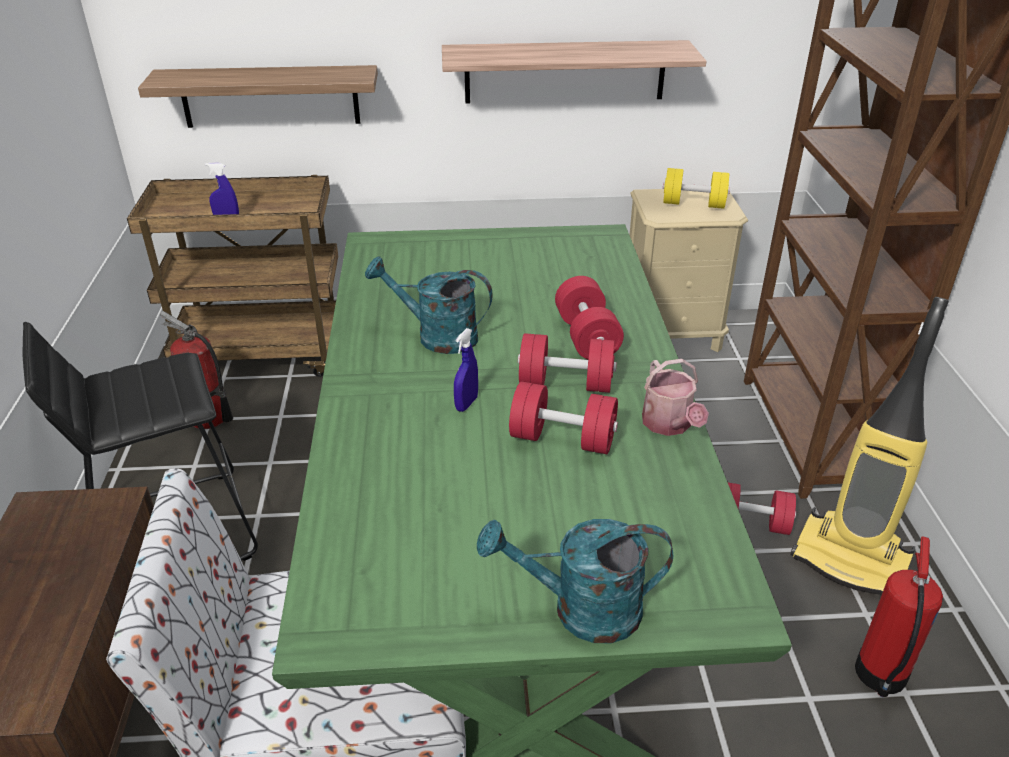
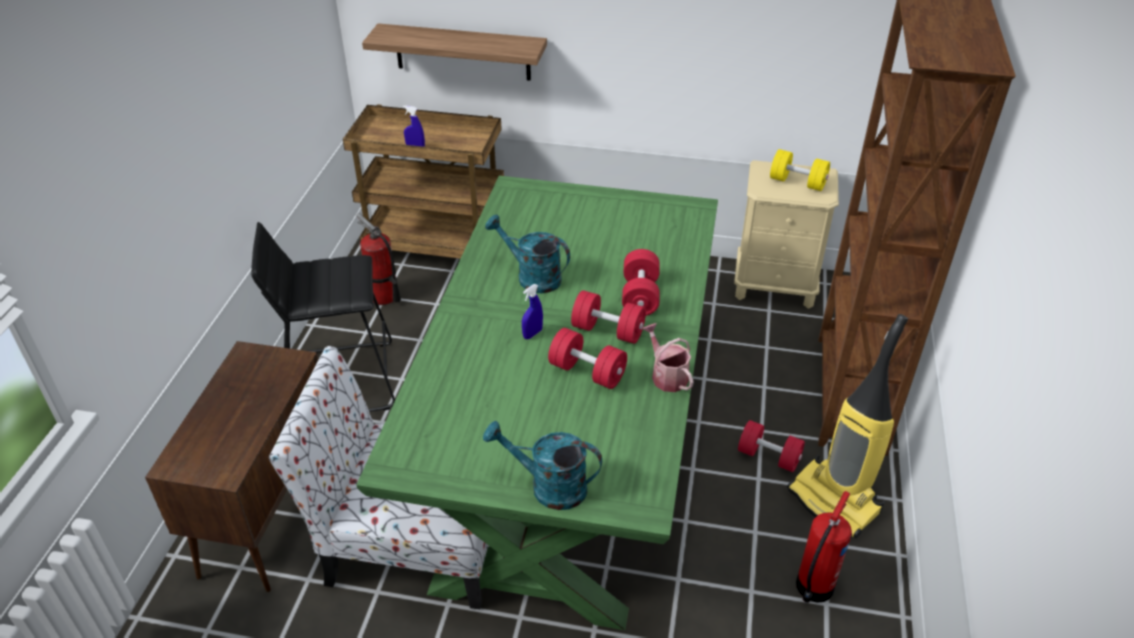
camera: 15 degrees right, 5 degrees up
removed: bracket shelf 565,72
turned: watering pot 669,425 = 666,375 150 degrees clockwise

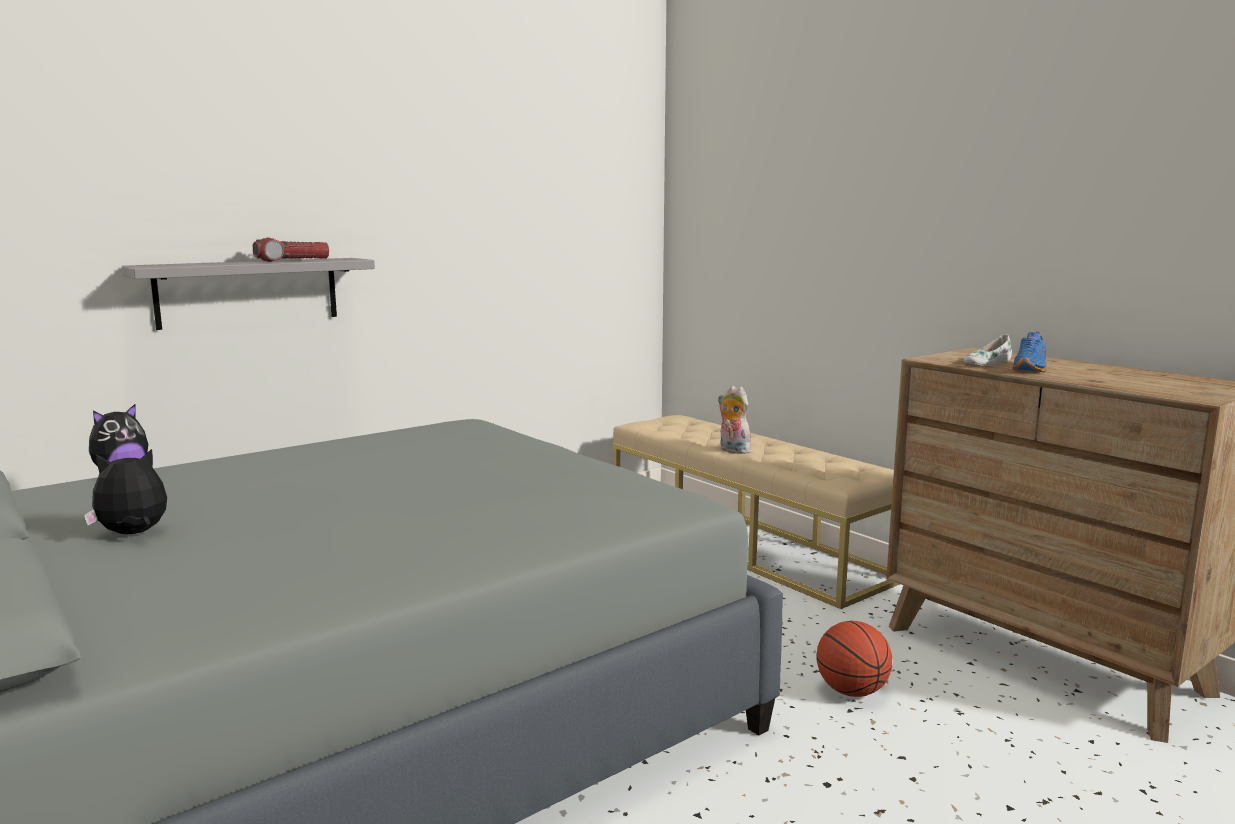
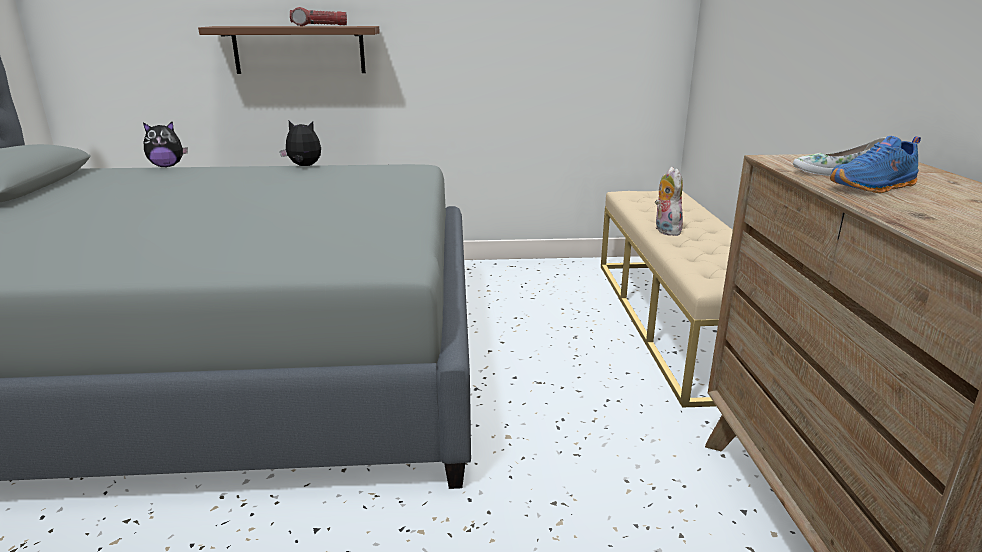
camera: 35 degrees right, 10 degrees up
removed: basketball 851,691
moved: cuddly toy 133,534 to 304,166
recoloured: greyish bracket shelf 248,292 to brownish bracket shelf 299,50

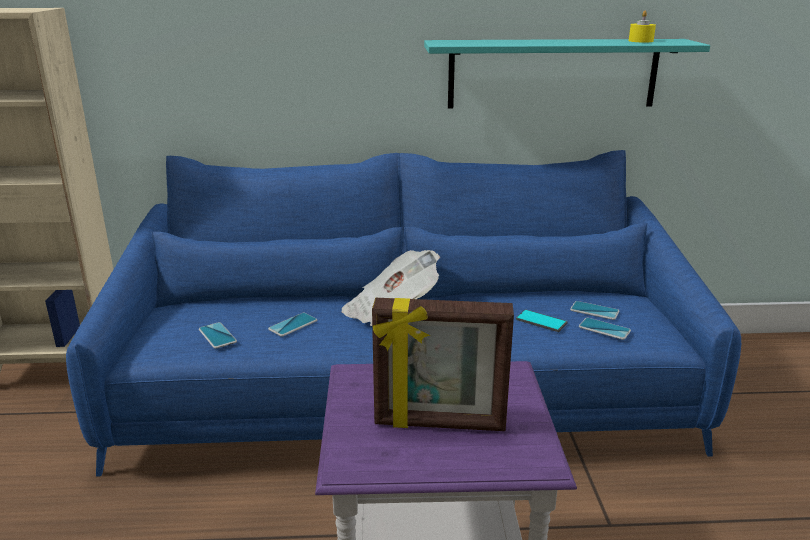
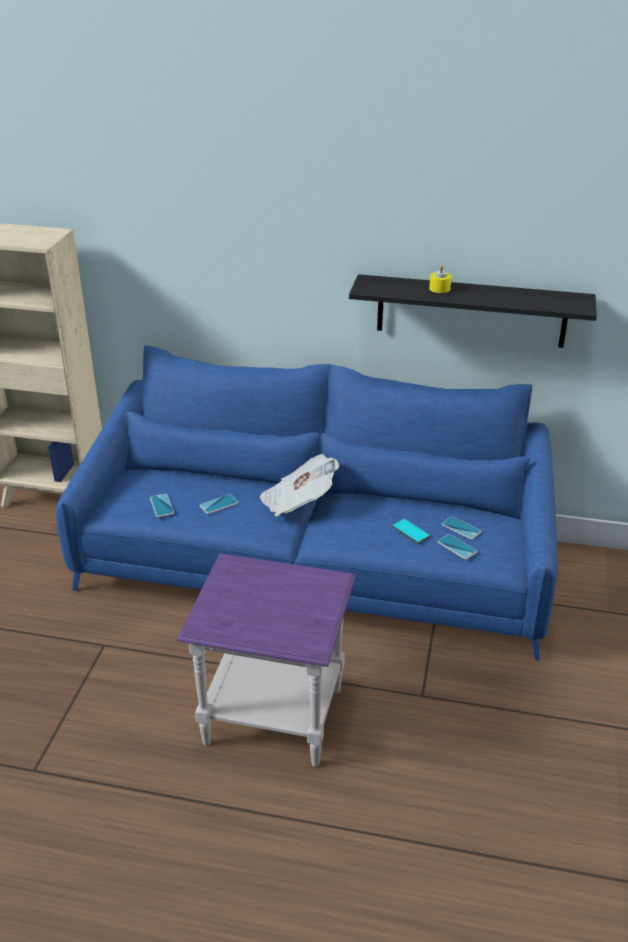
camera: 15 degrees right, 10 degrees up
removed: standing frame 439,424
moved: yellowish candle 640,41 to 439,288
recoloured: blue-green bracket shelf 552,73 to black-coloured bracket shelf 471,311

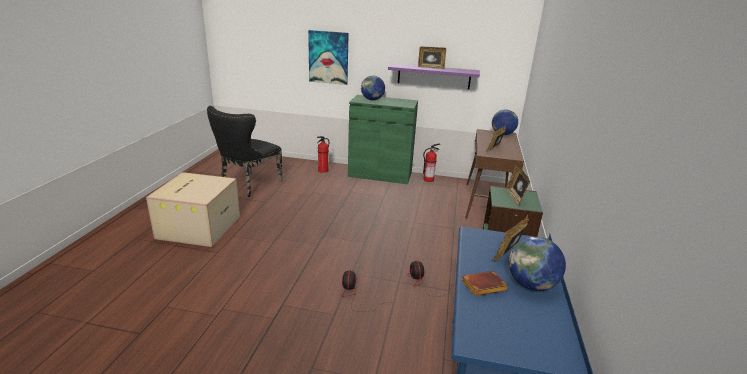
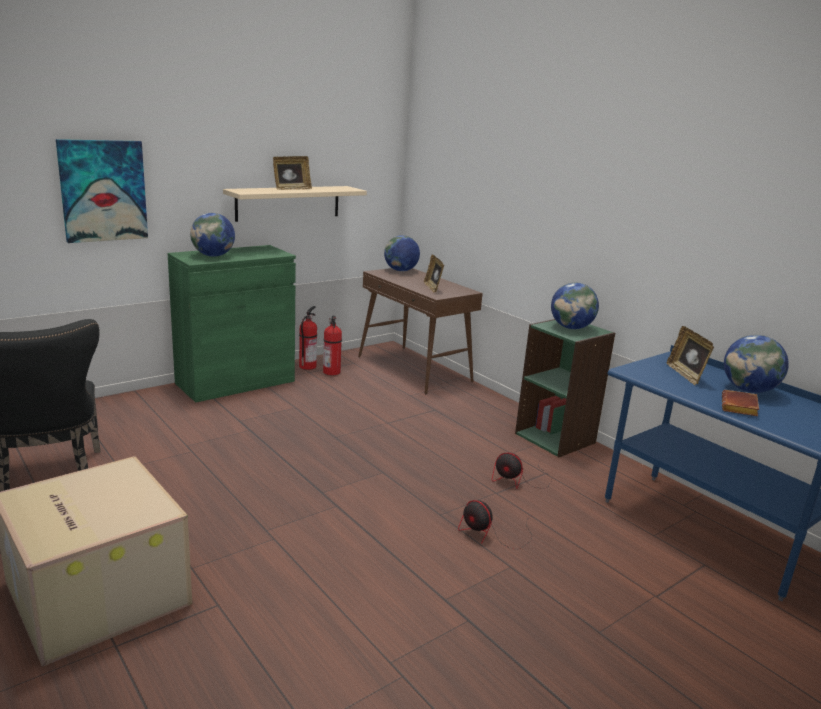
camera: 50 degrees left, 5 degrees down
moved: extinguisher 323,170 to 332,372
replaced: standing frame 515,197 to desk globe 571,328
recoloured: purplish bracket shelf 434,76 to beige bracket shelf 288,203

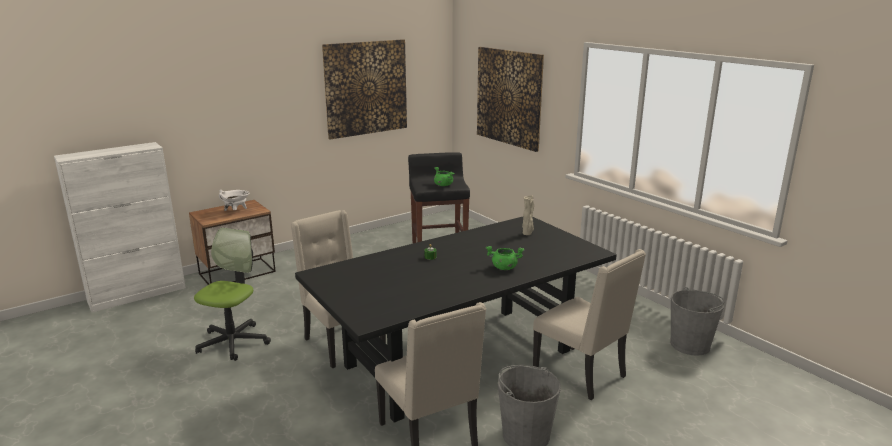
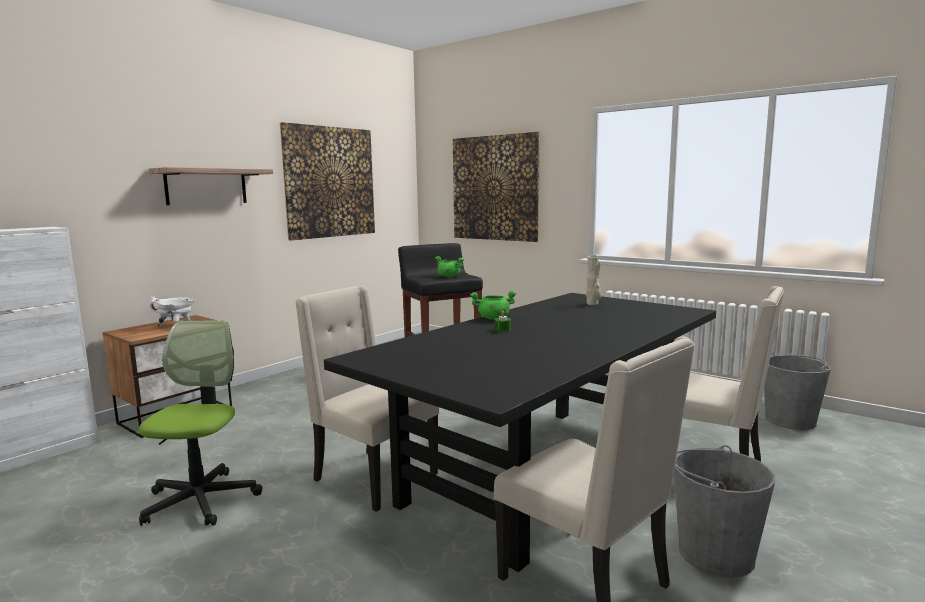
camera: 15 degrees left, 10 degrees down
added: bracket shelf 206,186
moved: green saucepot 504,268 to 493,318

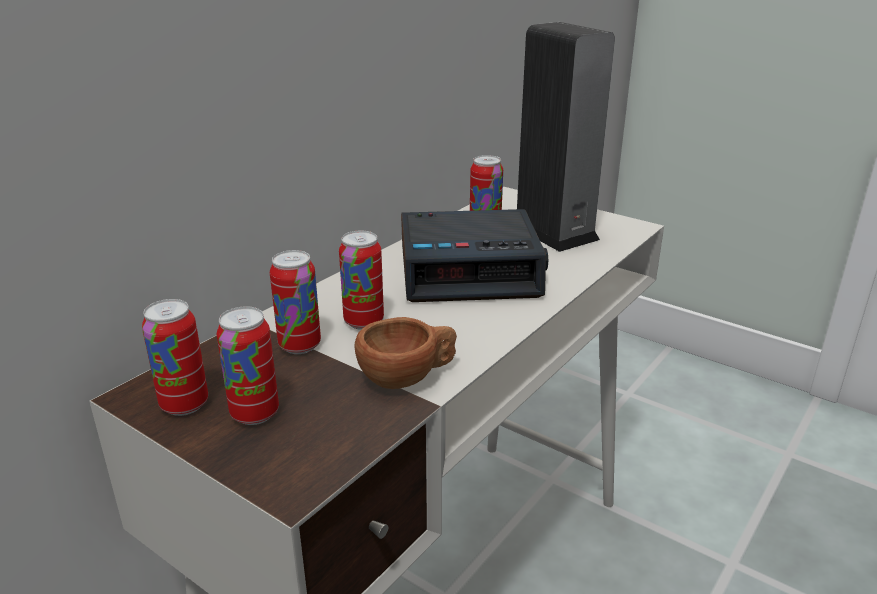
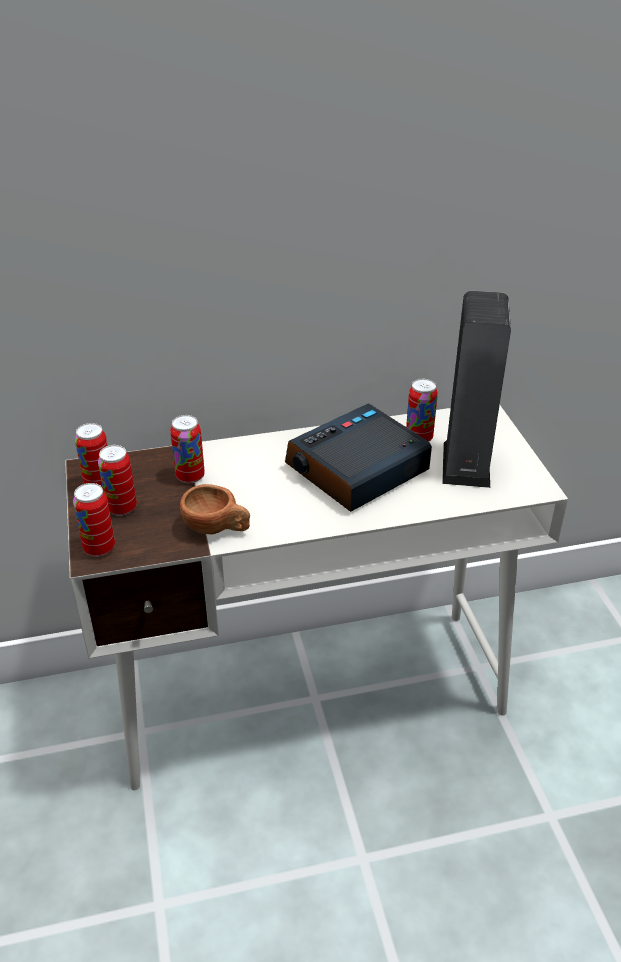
camera: 40 degrees right, 10 degrees up
moved: sealed can 364,322 to 99,548
turned: alarm clock 470,270 = 356,470 105 degrees clockwise

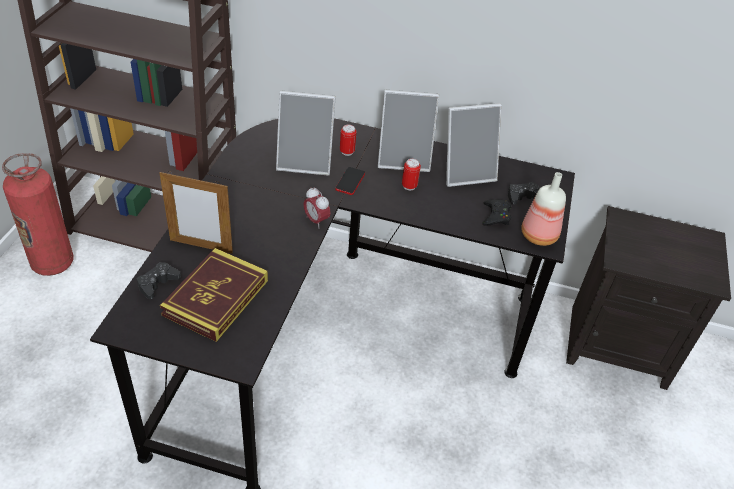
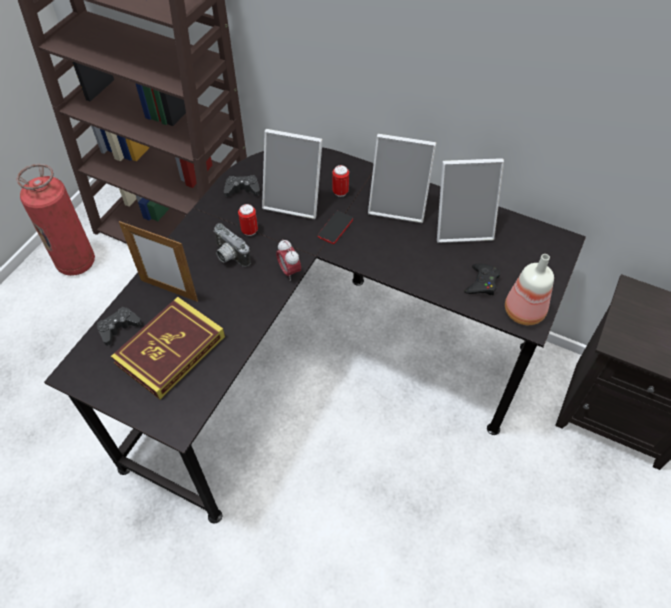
camera: 15 degrees right, 10 degrees up
added: still camera 229,256
moved: sealed can 409,186 to 249,231; black-coloured gamepad 523,197 to 242,189

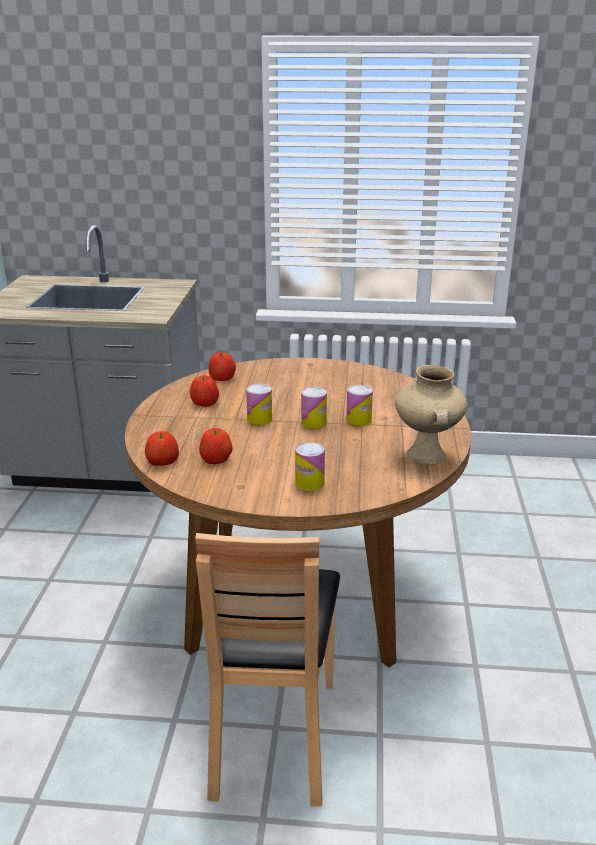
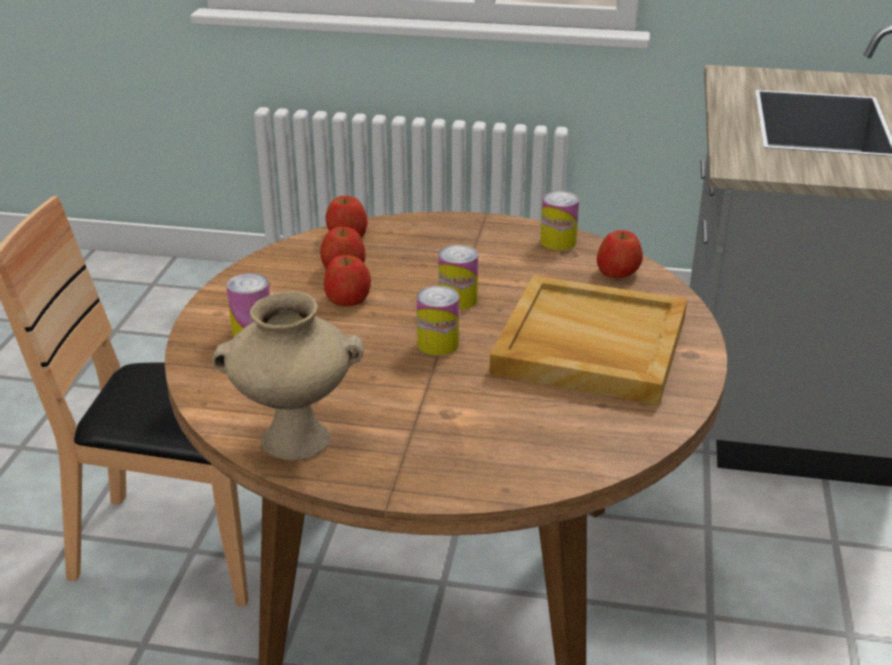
camera: 95 degrees right, 5 degrees up
added: beige serving tray 588,345
moved: apple fruit 205,402 to 347,298; sealed can 358,420 to 558,242

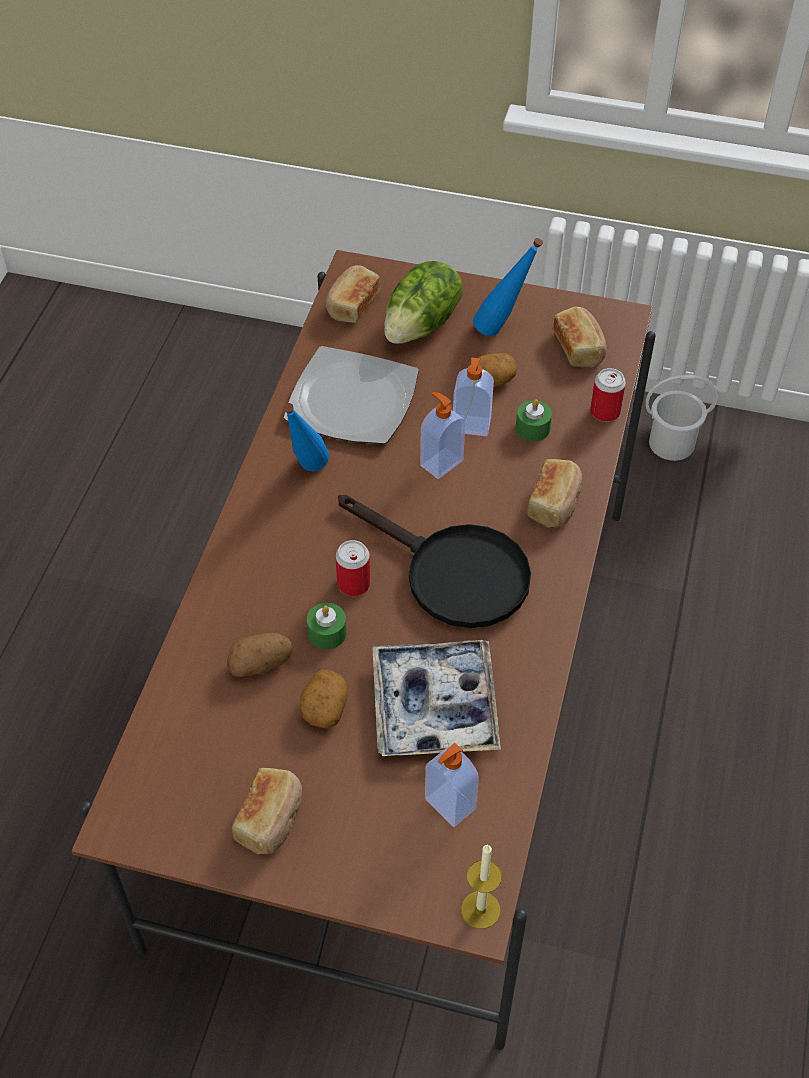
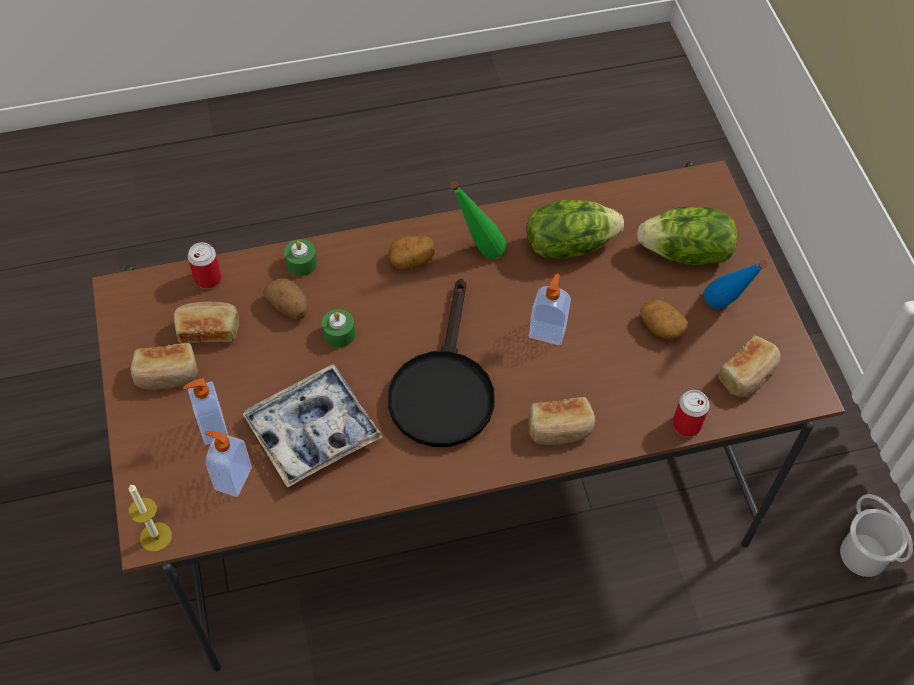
camera: 60 degrees right, 5 degrees up
moved: baked bread 352,304 to 208,329; soap dispenser 471,426 to 212,428; green candle 532,428 to 301,263; sealed can 353,584 to 208,278; whole potato 324,707 to 412,259
replaced: dinner plate 350,401 to head of lettuce 568,244
recoloured: blue-coloured bottle 307,474 to green bottle 477,252

